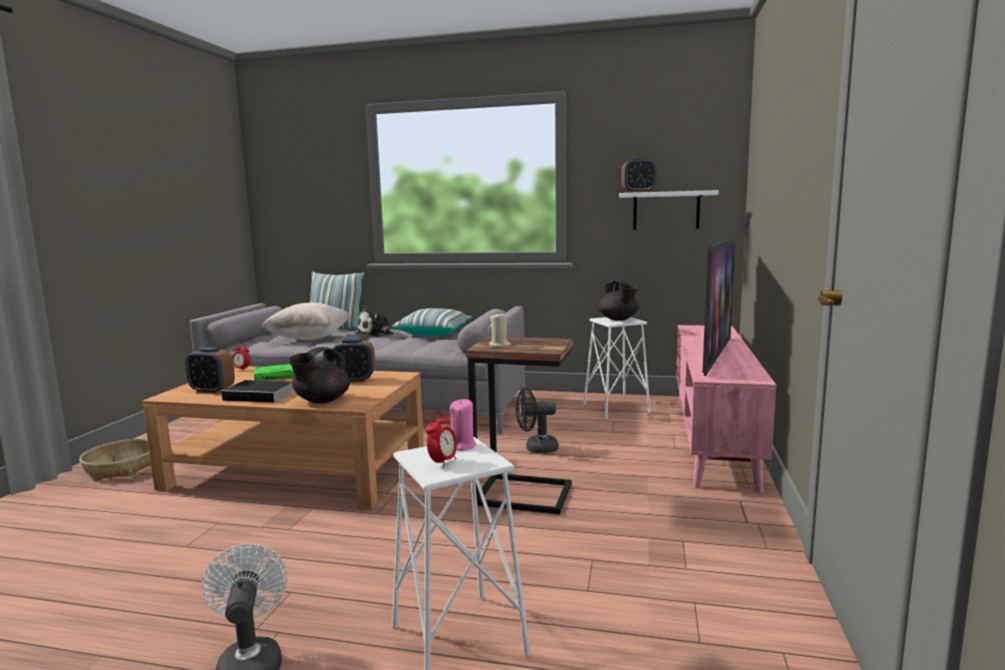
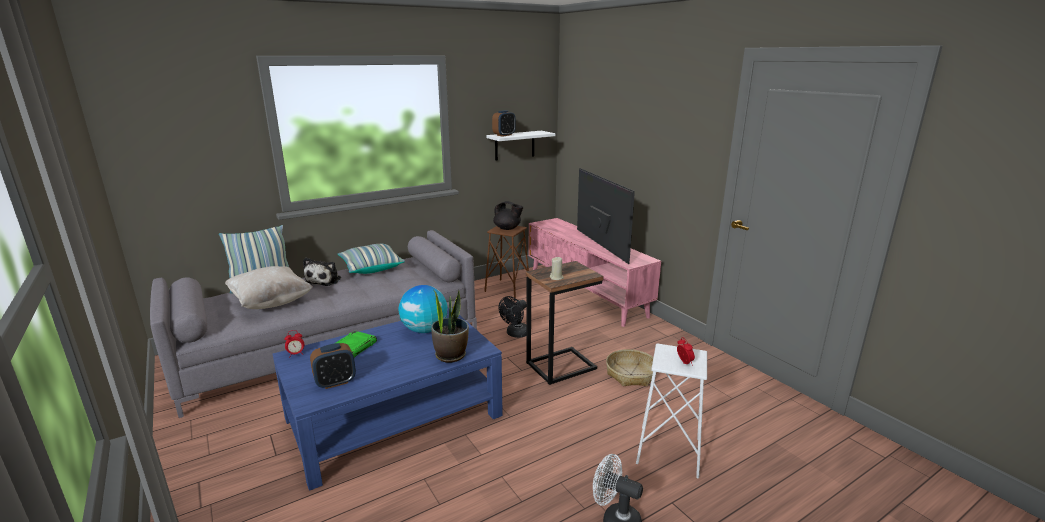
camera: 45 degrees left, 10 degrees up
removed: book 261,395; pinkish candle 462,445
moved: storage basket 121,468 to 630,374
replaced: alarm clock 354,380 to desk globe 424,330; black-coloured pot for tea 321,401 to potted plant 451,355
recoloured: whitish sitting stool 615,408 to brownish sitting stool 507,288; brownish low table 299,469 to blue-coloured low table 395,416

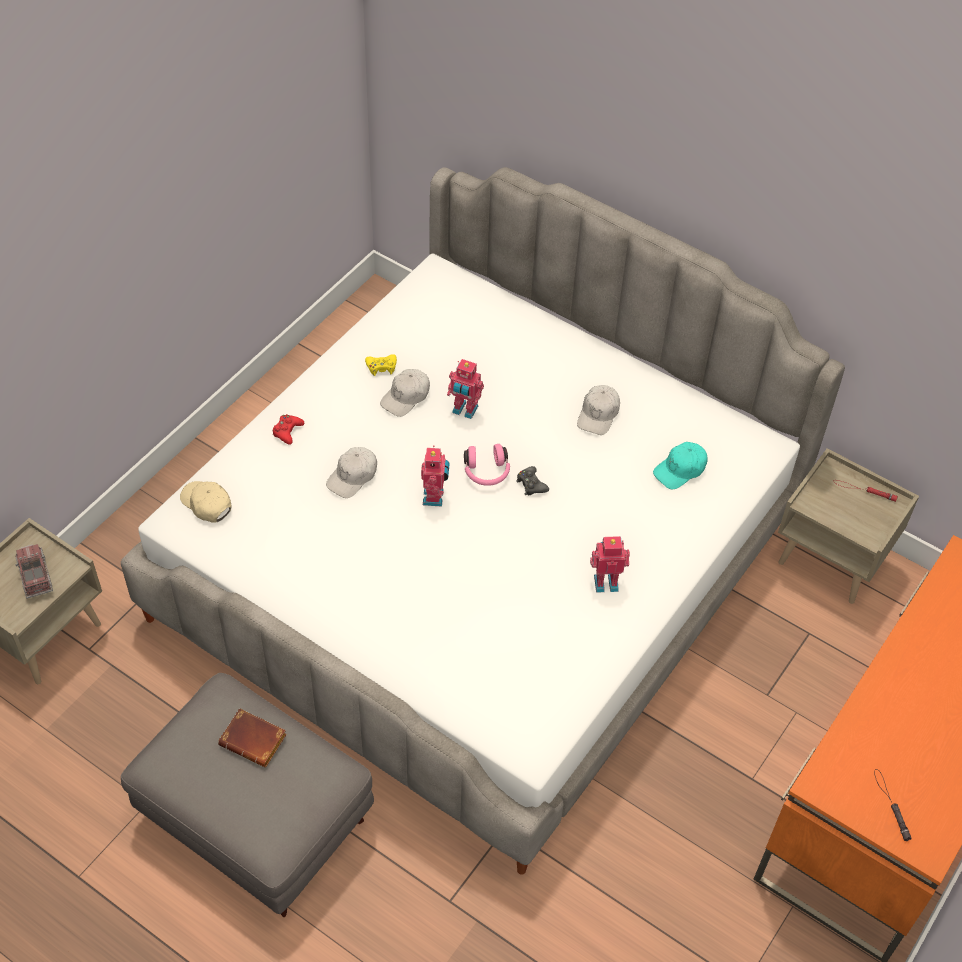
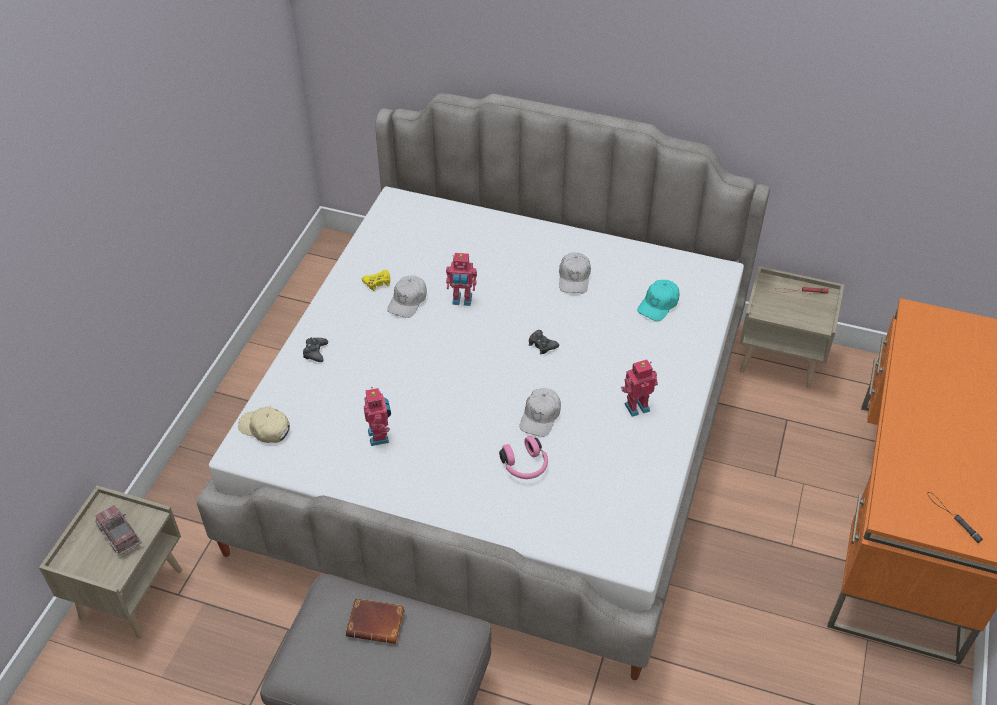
camera: 15 degrees left, 5 degrees down
moved: pinkish headset 486,472 to 525,466; model robot 435,497 to 380,436; whitish cap 353,476 to 540,416
recoloured: red gamepad 287,431 to black-coloured gamepad 315,352

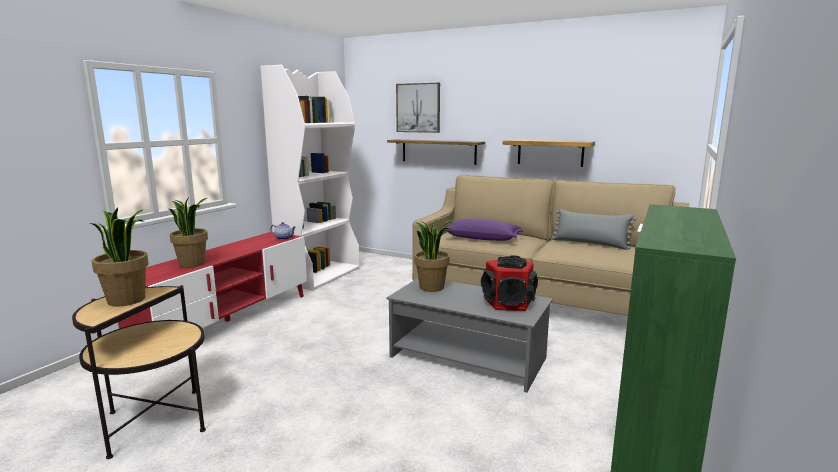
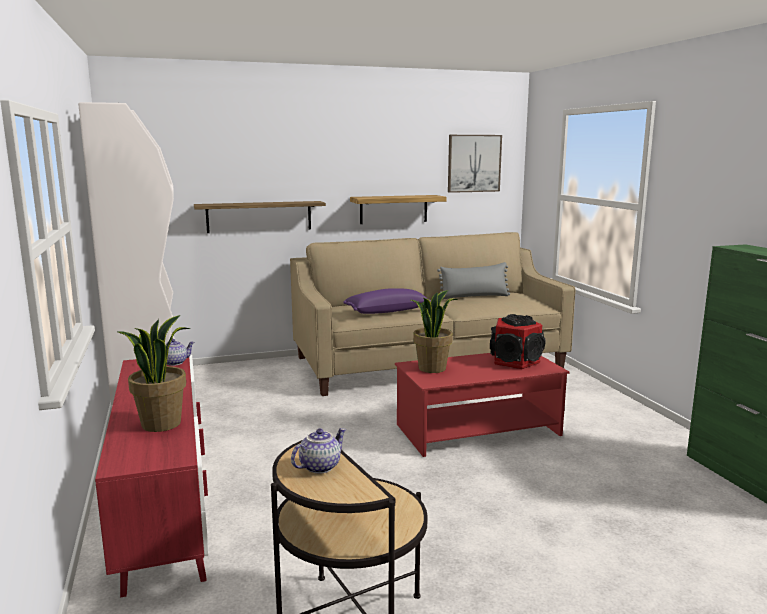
camera: 45 degrees left, 0 degrees up
moved: wall art 418,108 to 474,163
replaced: potted plant 127,300 to pot for tea 319,466
recoloured: greyish low table 468,357 to red low table 478,429

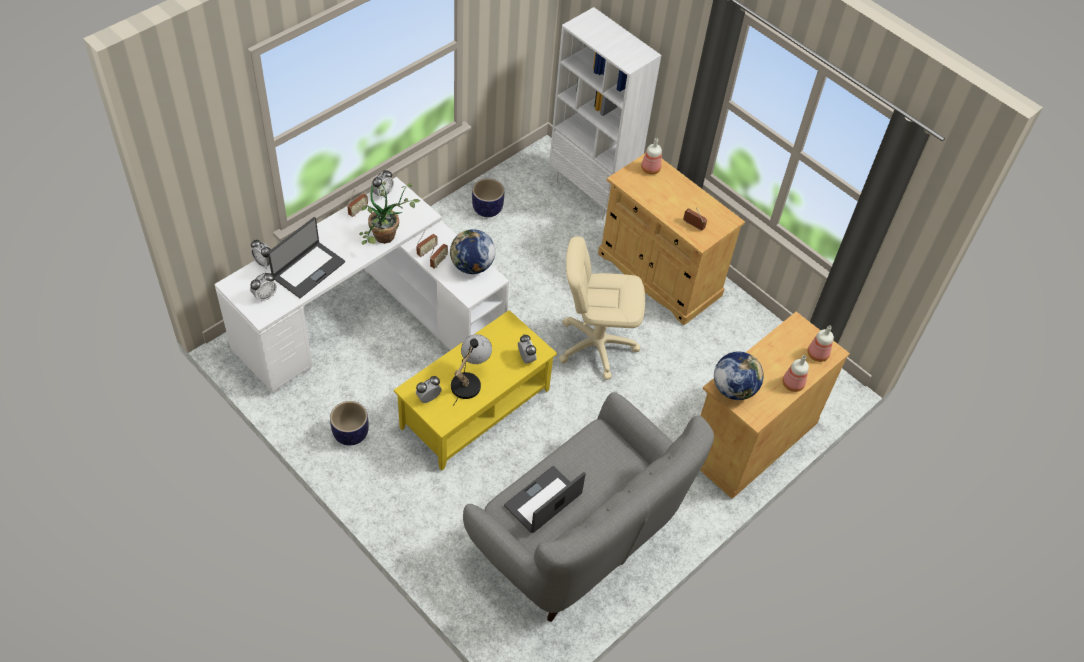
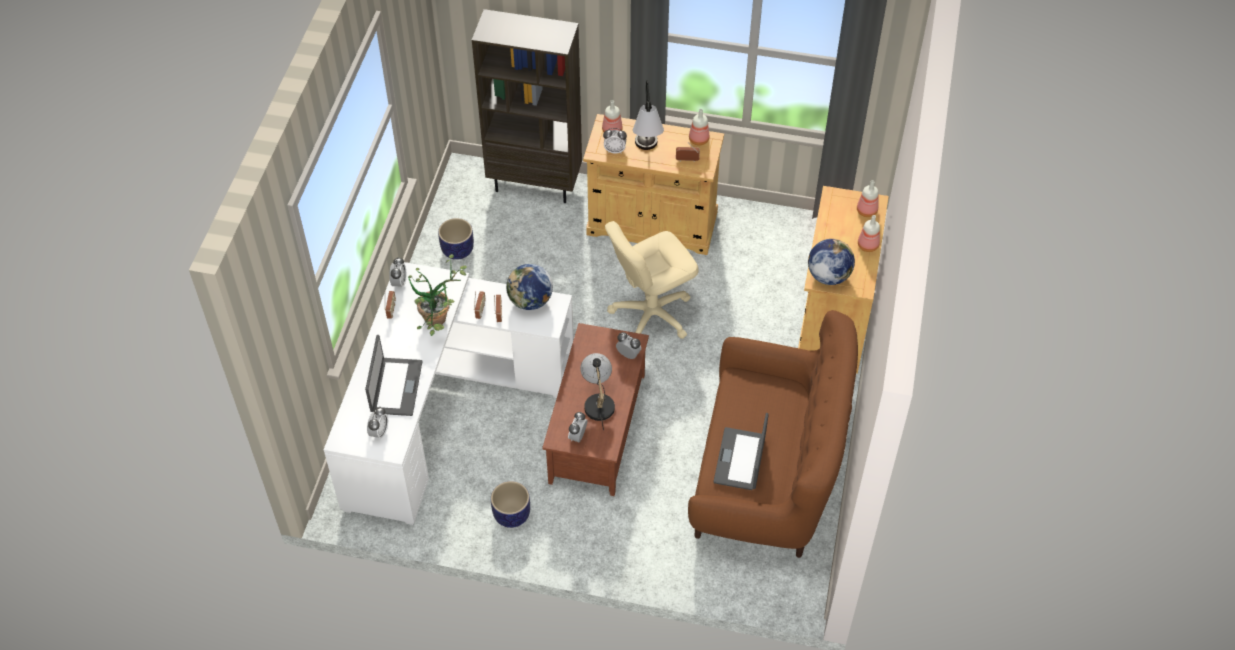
camera: 30 degrees left, 0 degrees up
added: table lamp 646,153; bottle 698,140
moved: alarm clock 264,263 to 615,150
recoloured: whitish shelving unit 591,192 to brownish shelving unit 535,184; yellowish low table 476,409 to brownish low table 598,429; greyish couch 579,534 to brownish couch 766,476

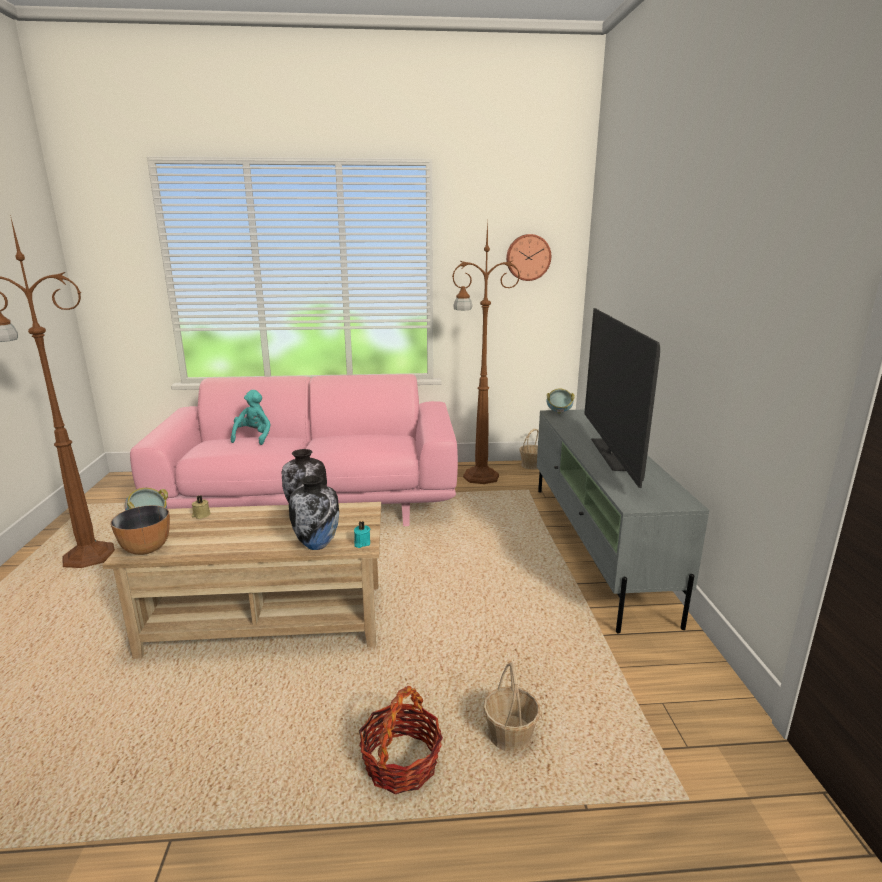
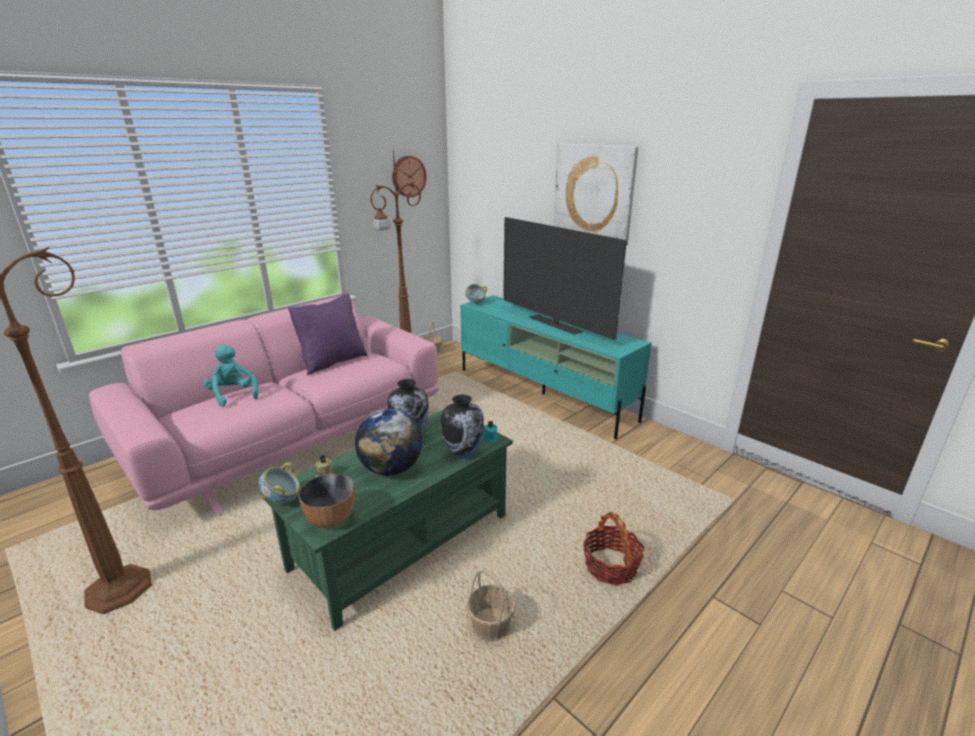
camera: 40 degrees left, 5 degrees up
added: wall art 594,193; purplish cushion 332,361; desk globe 391,469
moved: storage basket 510,735 to 490,625
recoloured: greyish media console 596,547 to blue-green media console 544,394; beige low table 267,620 to green low table 402,541

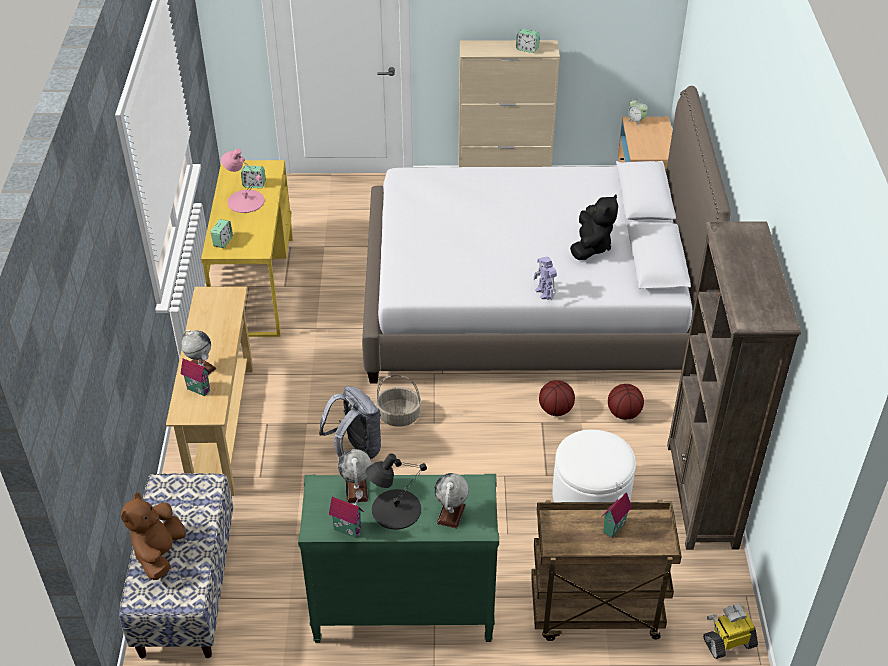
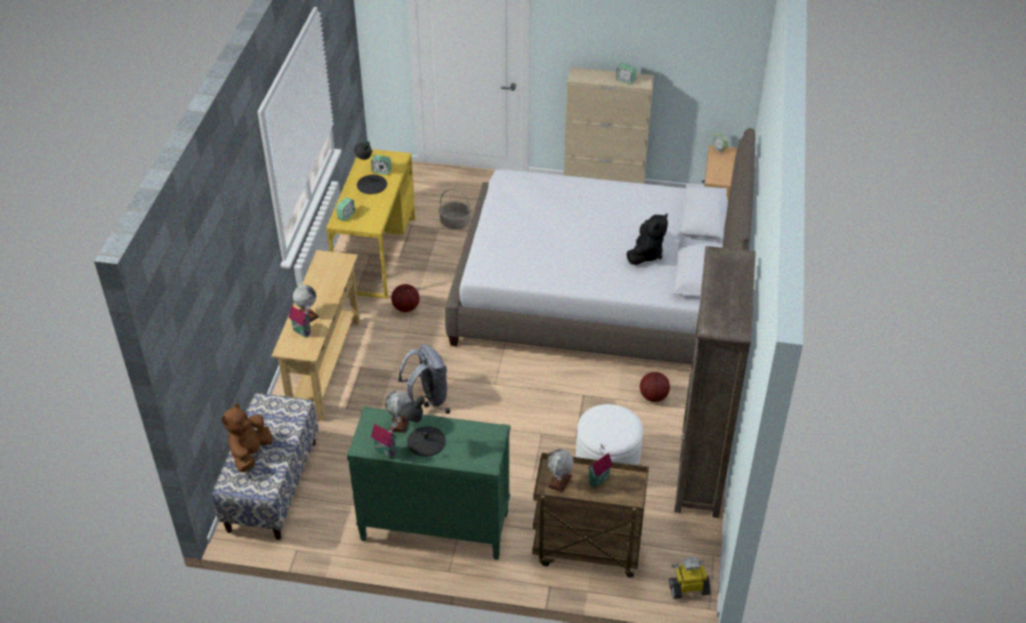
camera: 10 degrees right, 0 degrees up
removed: model robot 545,293
moved: storage basket 398,416 to 455,223; basketball 555,410 to 405,308; desk globe 451,514 to 559,481
recoloured: pinkish table lamp 245,201 to black-coloured table lamp 371,184

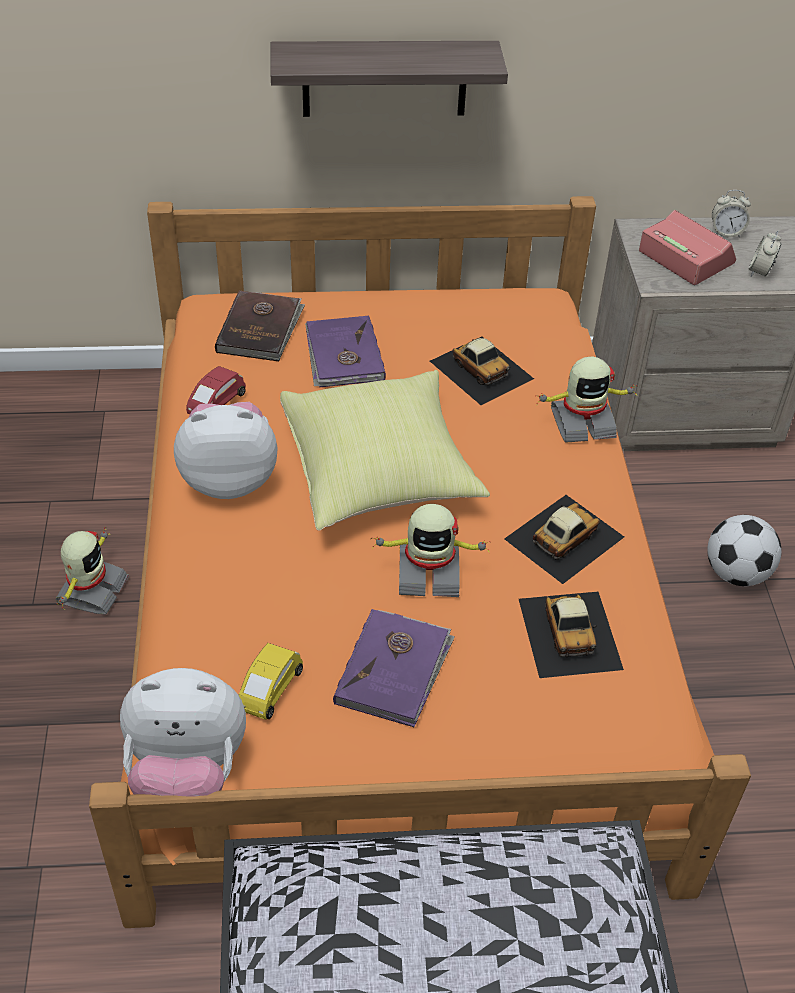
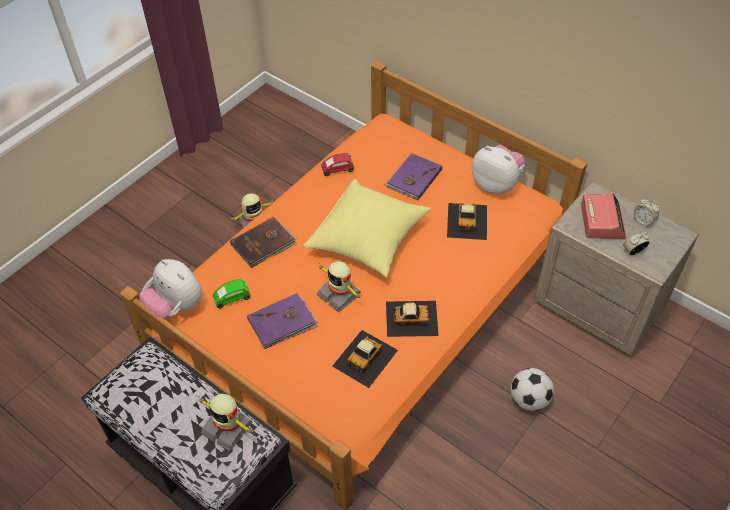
camera: 45 degrees right, 5 degrees up
removed: bracket shelf 384,78
moved: brownish book 260,329 to 264,244; model robot 582,422 to 228,427; cuddly toy 229,479 to 496,184
recoloured: yellowish model car 269,690 to green model car 232,298

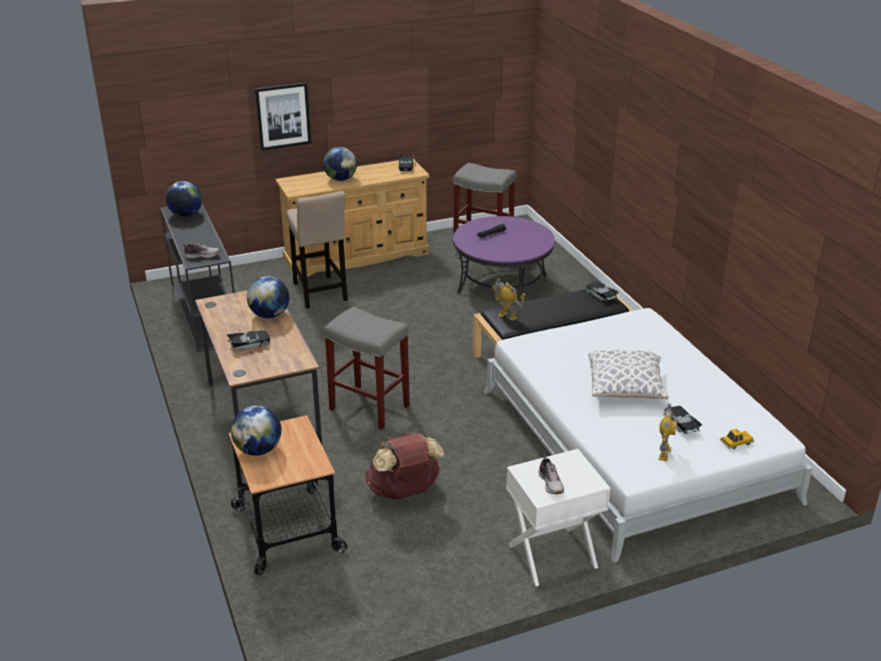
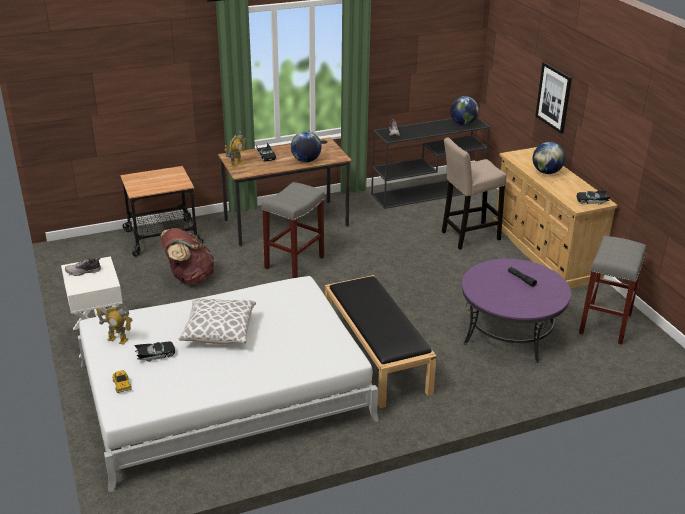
camera: 90 degrees right, 0 degrees up
removed: black-coloured model car 601,295; desk globe 258,450
moved: model robot 507,316 to 236,164

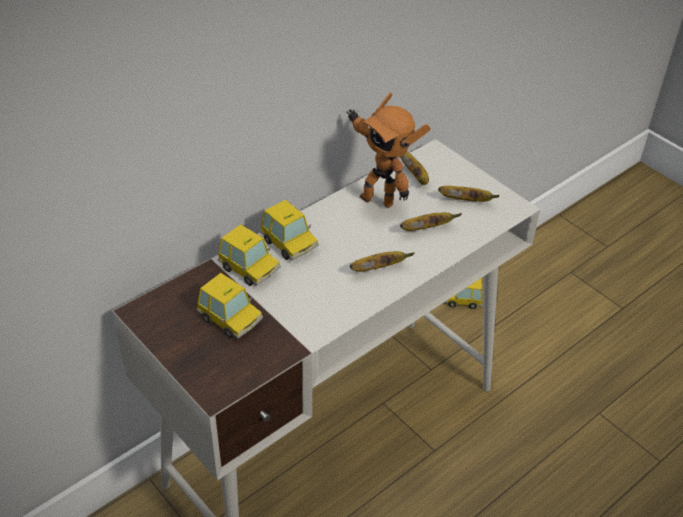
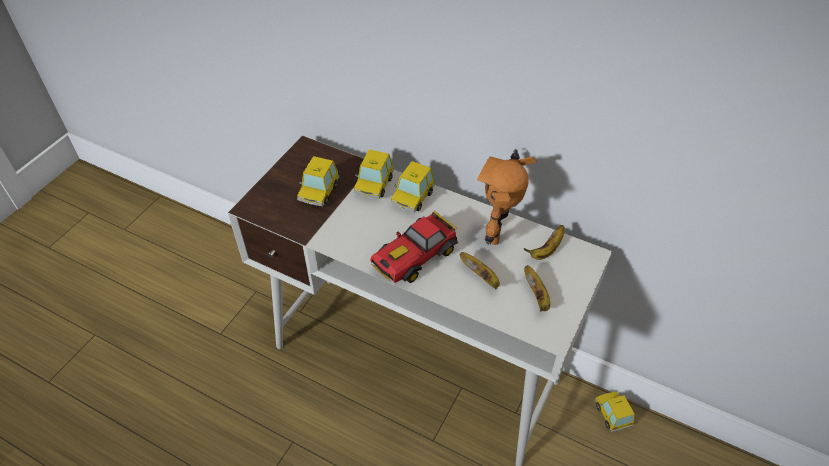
camera: 70 degrees right, 5 degrees up
replaced: whole banana 378,268 to model car 414,258

